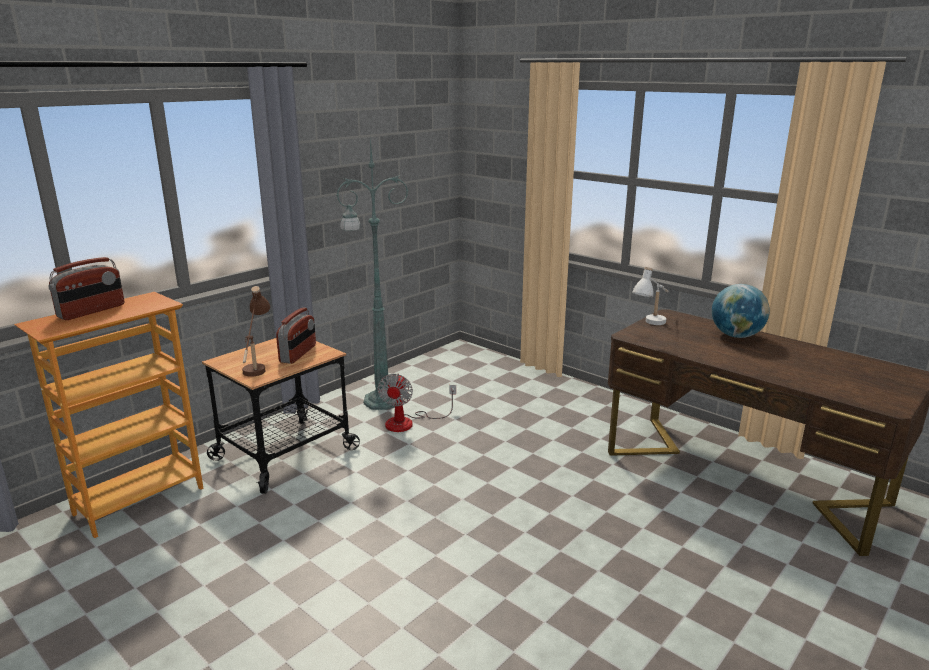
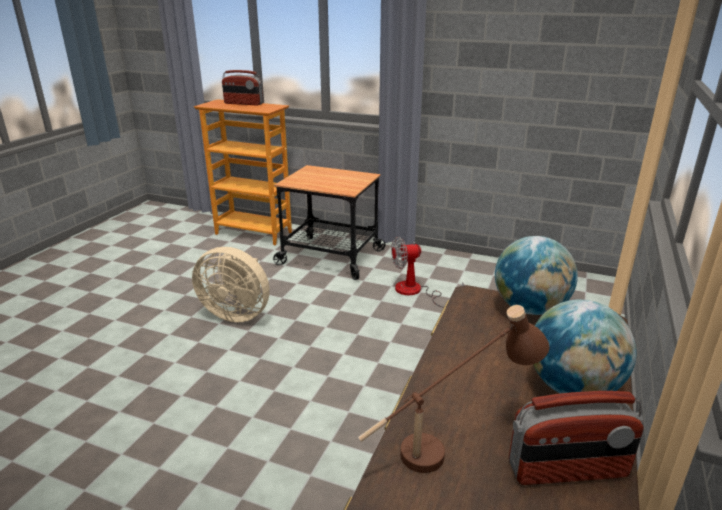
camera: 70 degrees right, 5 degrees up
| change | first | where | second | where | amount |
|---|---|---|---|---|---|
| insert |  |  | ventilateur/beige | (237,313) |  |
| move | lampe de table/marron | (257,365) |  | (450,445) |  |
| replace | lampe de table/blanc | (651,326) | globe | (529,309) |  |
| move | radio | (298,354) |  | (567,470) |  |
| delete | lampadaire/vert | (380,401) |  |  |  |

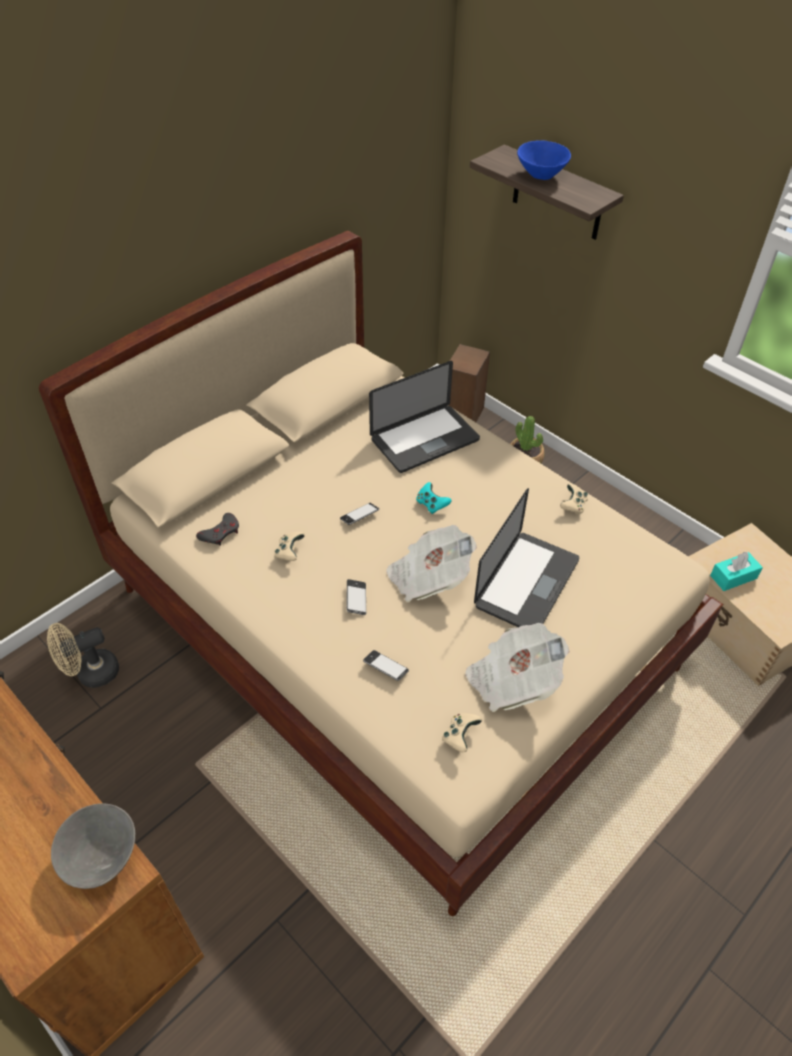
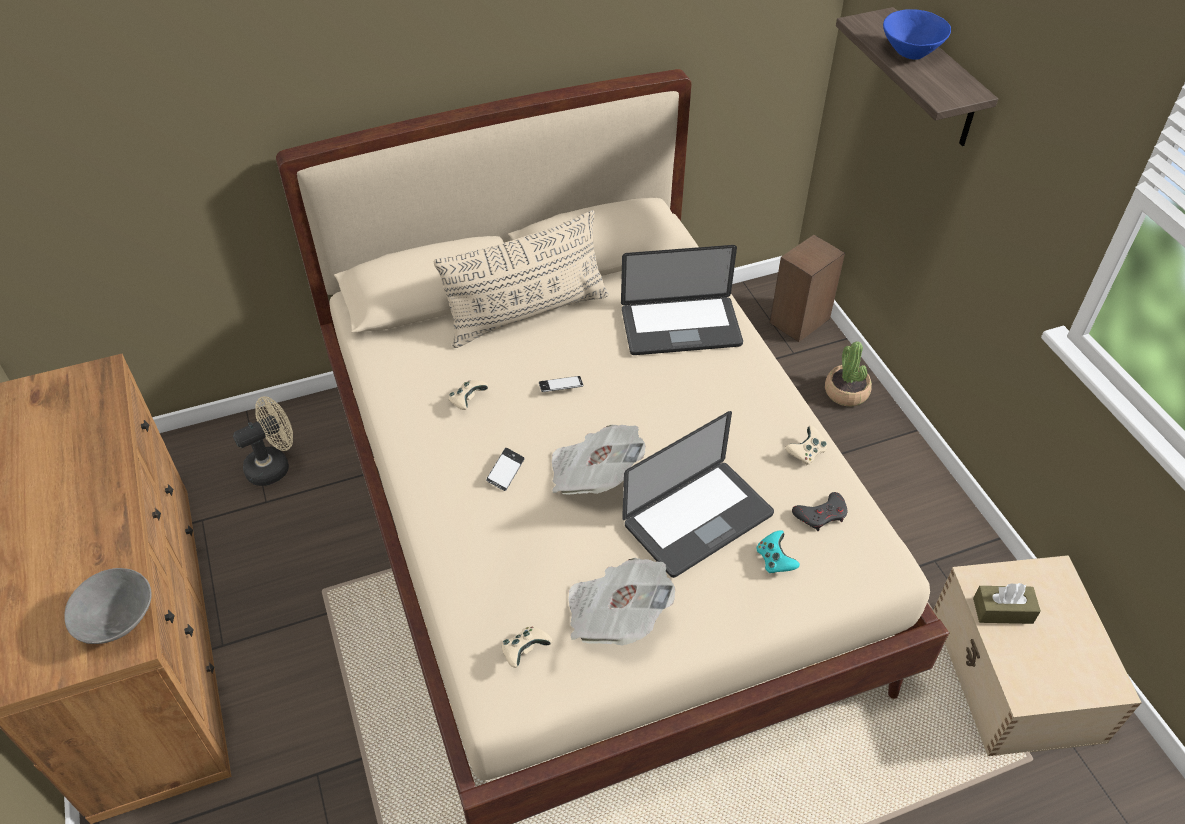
camera: 25 degrees right, 0 degrees up
| change | first | where | second | where | amount |
|---|---|---|---|---|---|
| rotate | ventilateur/beige | (91,674) |  | (274,465) | 150 degrees clockwise |
| insert |  |  | coussin/beige | (527,314) |  |
| move | manette/turquoise | (431,504) |  | (775,560) |  |
| move | manette/gris | (220,533) |  | (821,514) |  |
| recolor | boîte à mouchoirs/turquoise | (733,577) | boîte à mouchoirs/marron | (1002,611) |  |
| delete | téléphone | (385,667) |  |  |  |

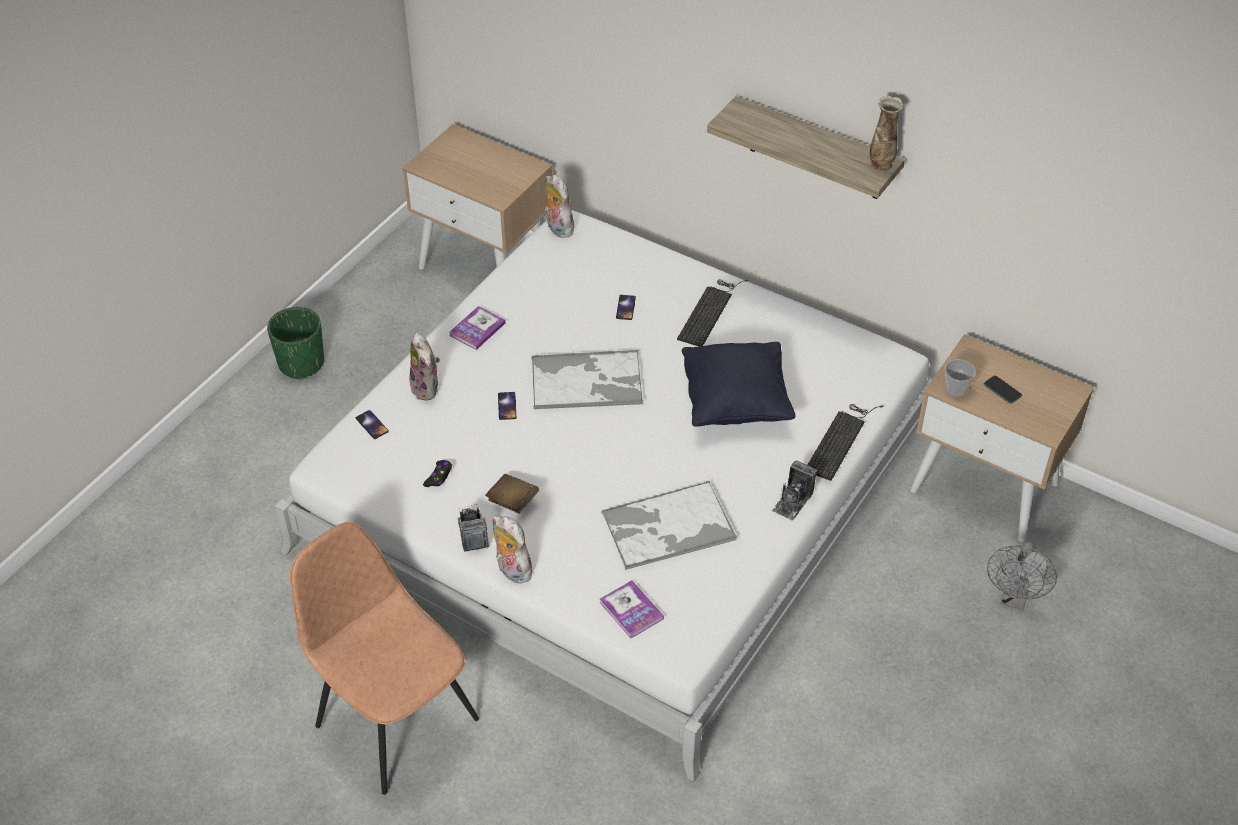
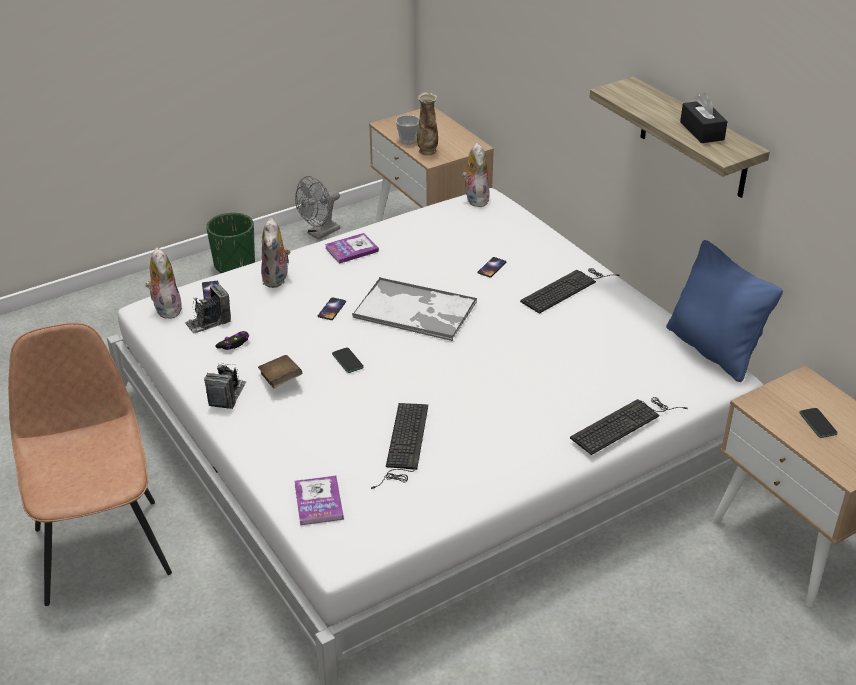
camera: 25 degrees right, 10 degrees down
| change | first | where | second | where | amount |
|---|---|---|---|---|---|
| move | peluche | (511,570) |  | (165,308) |  |
| move | appareil photo | (792,501) |  | (208,322) |  |
| move | ventilateur/gris | (1014,598) |  | (320,233) |  |
| insert |  |  | téléphone | (347,361) |  |
| replace | plateau | (667,527) | clavier | (404,444) |  |
| move | tasse | (956,389) |  | (408,140) |  |
| move | vase | (881,164) |  | (427,151) |  |
| insert |  |  | coussin/bleu | (713,350) |  |
| insert |  |  | boîte à mouchoirs/noir | (701,131) |  |
| delete | coussin/noir | (735,403) |  |  |  |

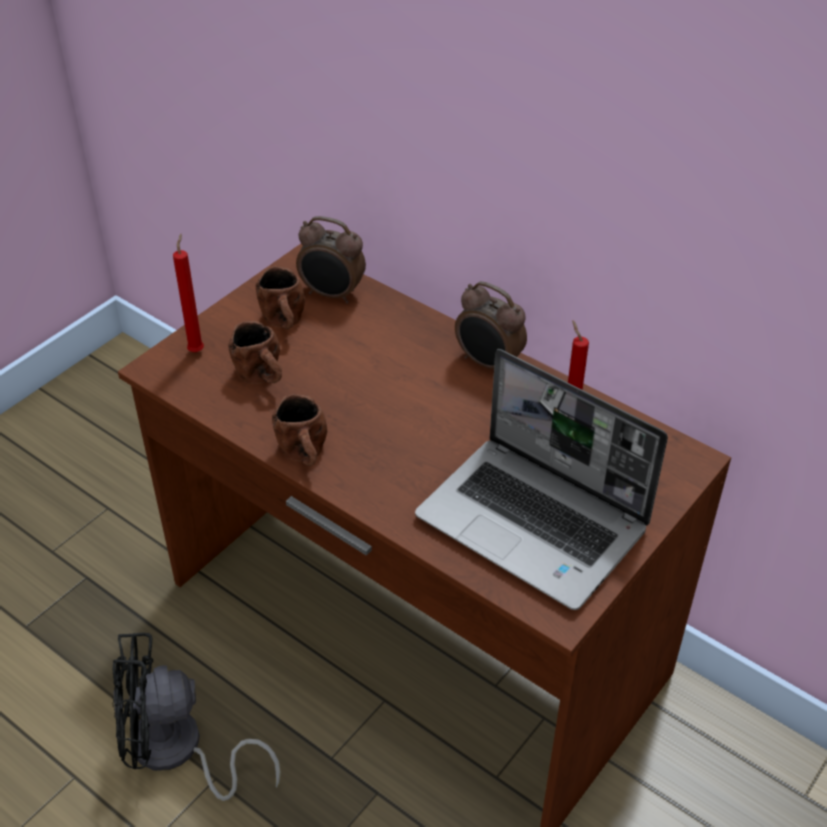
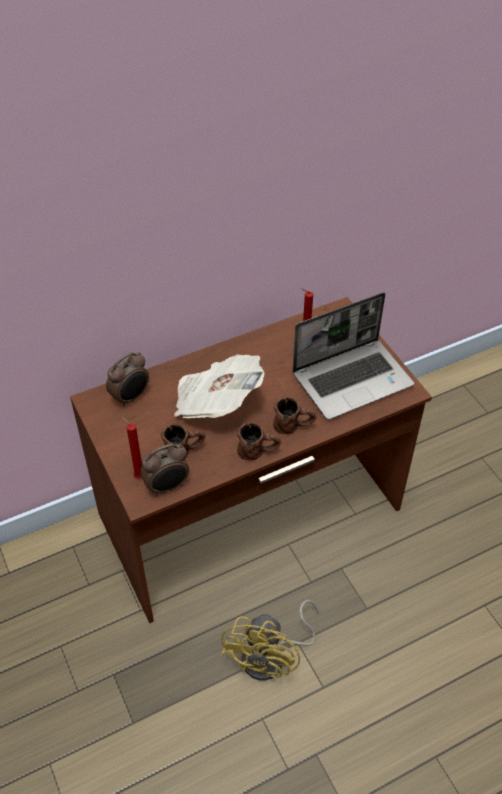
camera: 65 degrees left, 5 degrees up
| change | first | where | second | where | amount |
|---|---|---|---|---|---|
| move | réveil | (488,364) |  | (167,487) |  |
| insert |  |  | journal | (216,402) |  |
| recolor | ventilateur/noir | (177,752) | ventilateur/jaune | (272,657) |  |
| move | mug/marron | (285,324) |  | (294,426) |  |

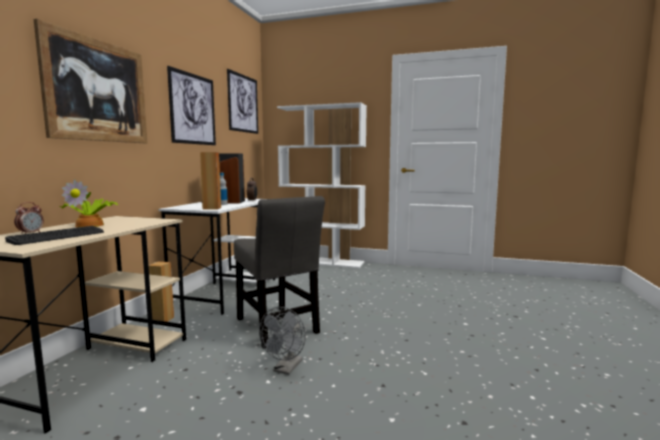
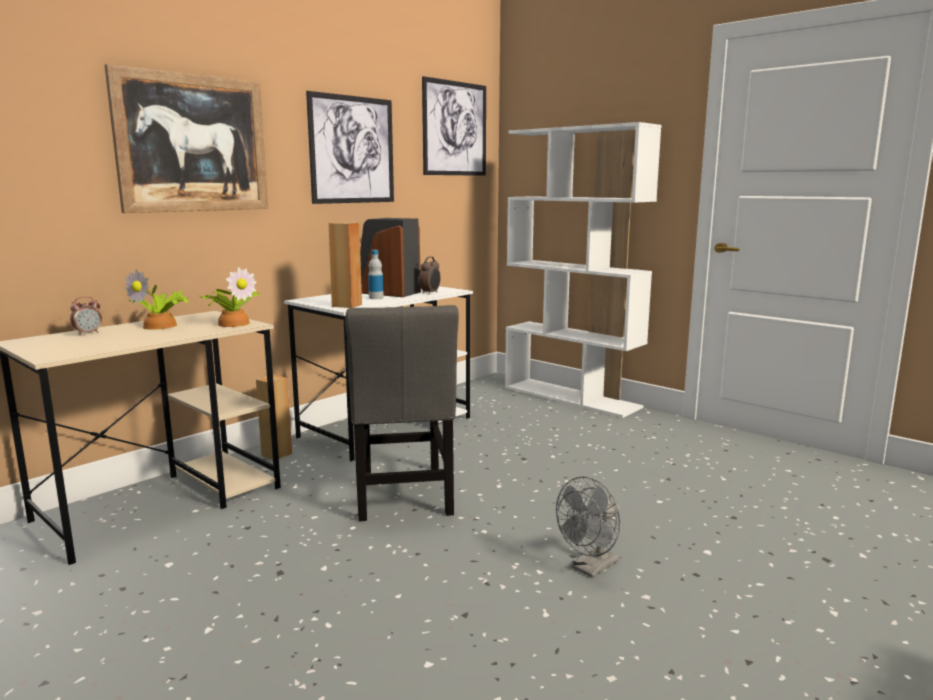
camera: 25 degrees right, 5 degrees up
| change | first | where | second | where | amount |
|---|---|---|---|---|---|
| insert |  |  | plante en pot | (234,323) |  |
| move | ventilateur/gris | (286,369) |  | (590,568) |  |
| delete | clavier | (58,236) |  |  |  |

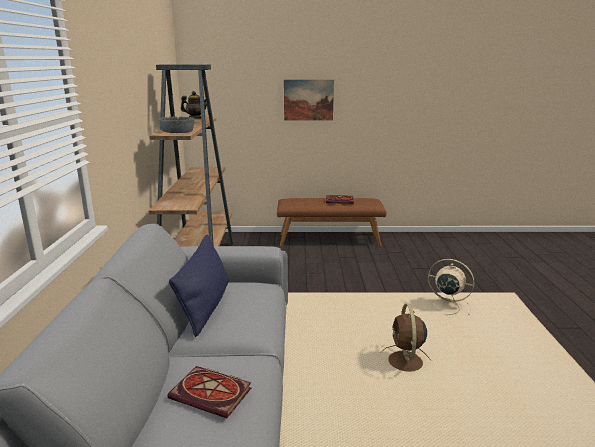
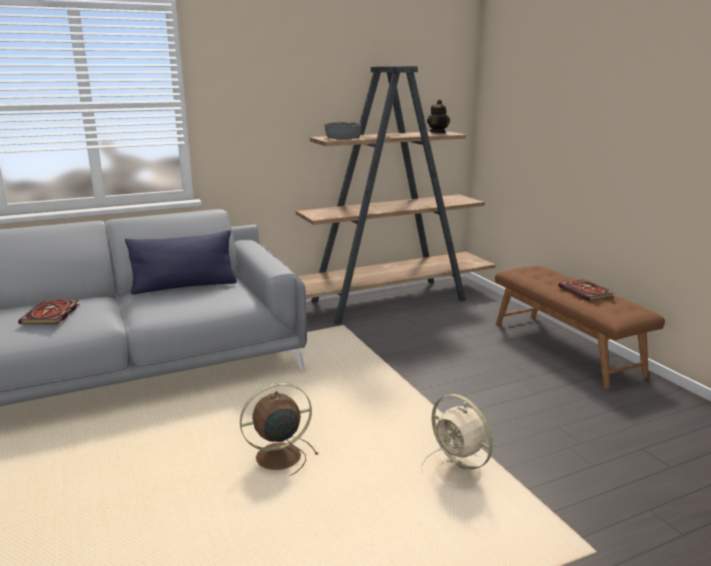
camera: 65 degrees right, 0 degrees up
| change | first | where | second | where | amount |
|---|---|---|---|---|---|
| rotate | ventilateur/beige | (445,305) |  | (460,473) | 135 degrees clockwise |
| delete | tableau | (308,100) |  |  |  |

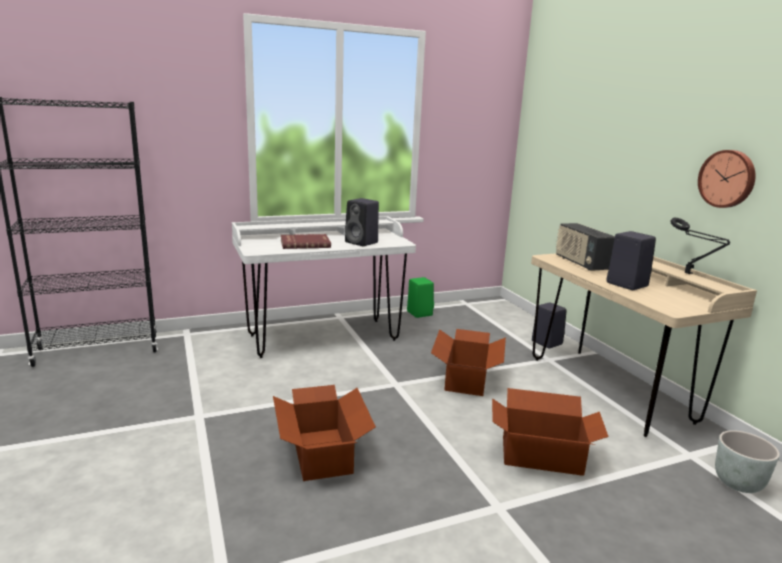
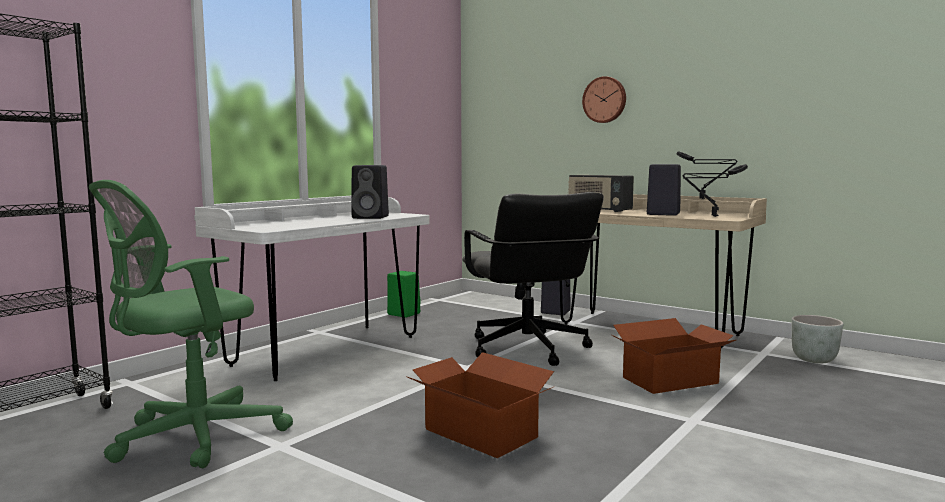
camera: 30 degrees left, 10 degrees down
| change | first | where | second | where | amount |
|---|---|---|---|---|---|
| insert |  |  | chaise de bureau/vert | (191,437) |  |
| replace | carton | (465,379) | chaise de bureau/noir | (527,349) |  |
| move | horloge murale | (727,179) |  | (605,100) |  |
| insert |  |  | lampe de table/noir | (712,216) |  |
| delete | livre/rouge | (305,243) |  |  |  |

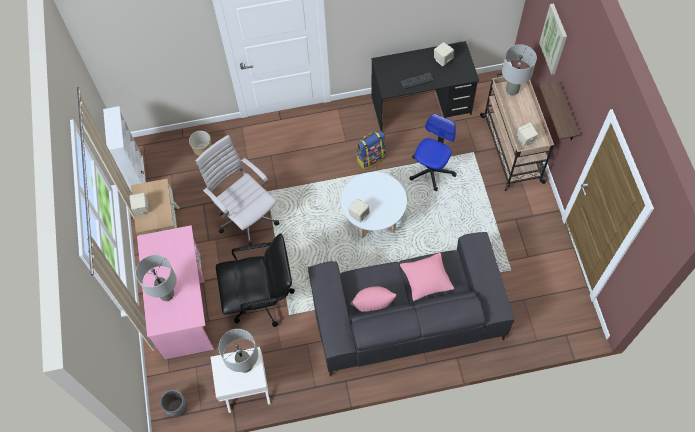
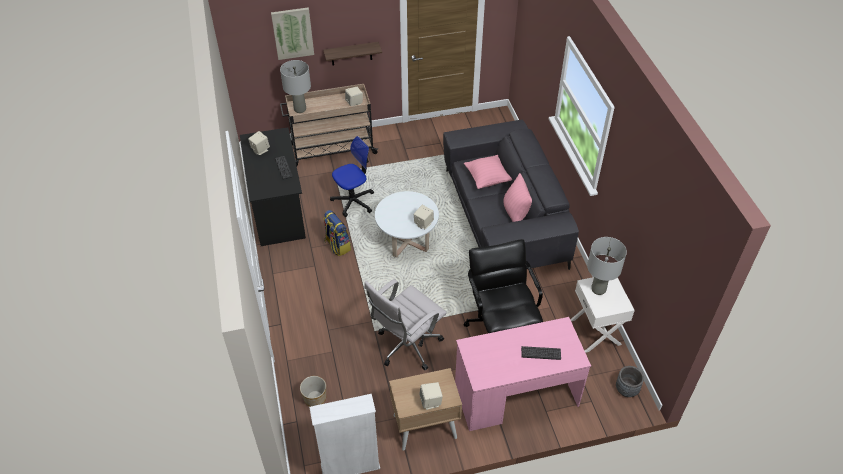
camera: 95 degrees left, 15 degrees down
| change | first | where | second | where | amount |
|---|---|---|---|---|---|
| rotate | chaise de bureau | (431,171) |  | (353,201) | 120 degrees clockwise |
| replace | lampe de table/gris | (166,294) | clavier | (541,353) |  |

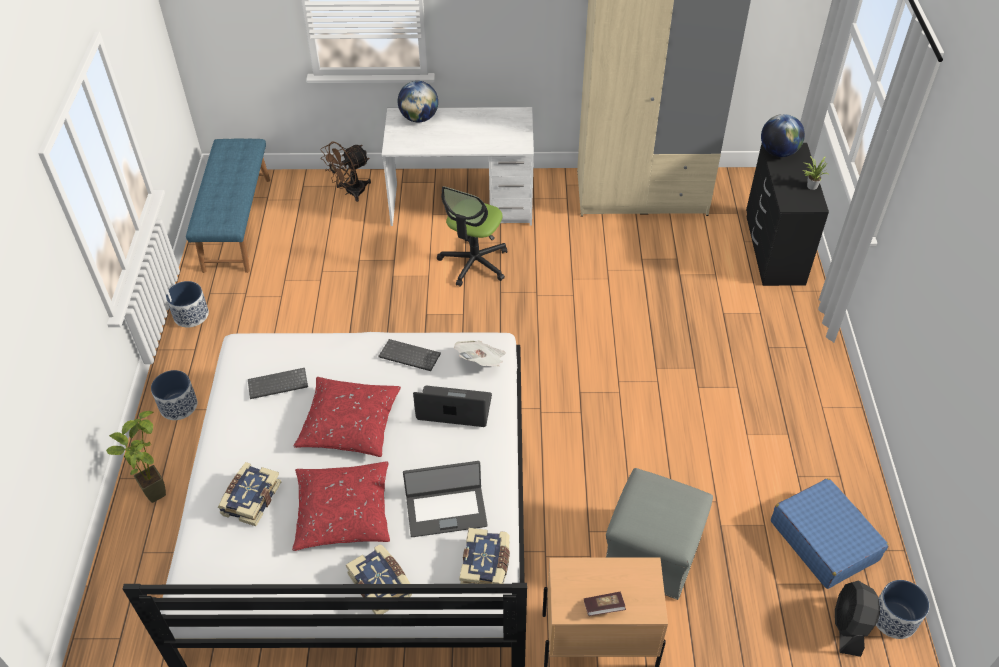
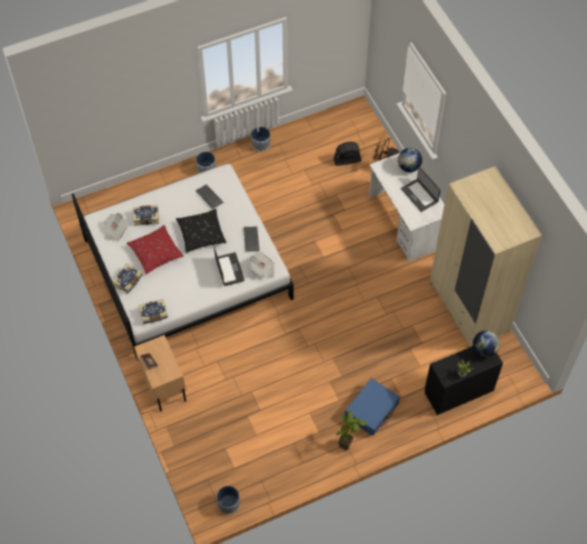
camera: 65 degrees right, 10 degrees up
| change | first | where | second | where | amount |
|---|---|---|---|---|---|
| insert |  |  | journal | (115,231) |  |
| recolor | coussin/rouge | (350,424) | coussin/noir | (201,234) |  |
| move | ventilateur/noir | (849,626) |  | (347,160) |  |
| move | plante en pot | (155,487) |  | (348,442) |  |
| move | valise/bleu | (824,540) |  | (372,410) |  |
| move | ordinateur portable | (446,510) |  | (419,195) |  |
| delete | banc/bleu | (236,223) |  |  |  |
| delete | chaise de bureau | (474,263) |  |  |  |
| delete | pouf/gris | (652,554) |  |  |  |

